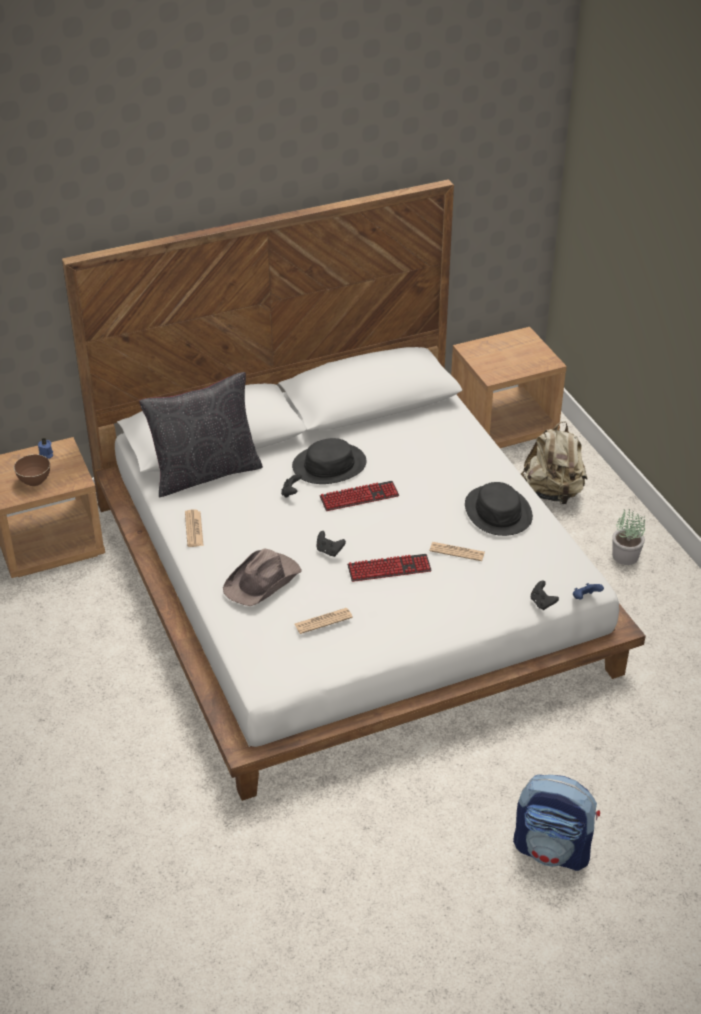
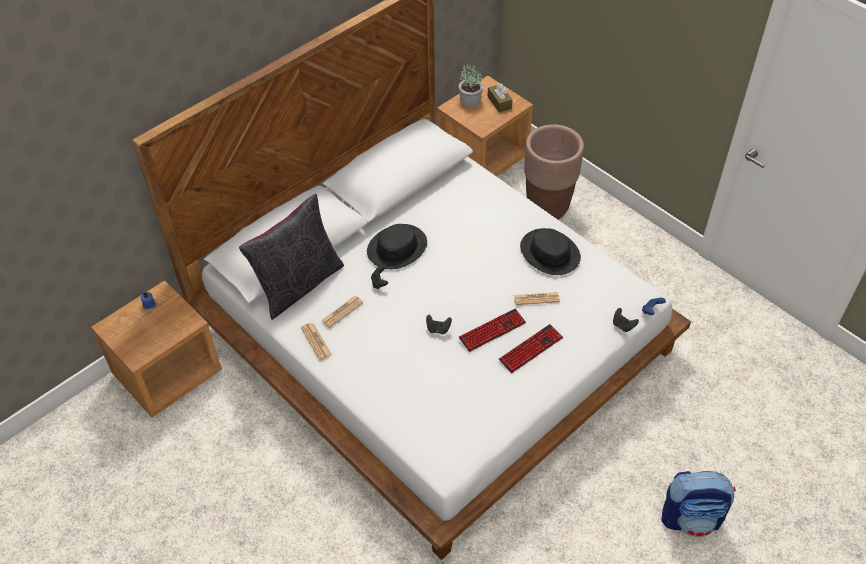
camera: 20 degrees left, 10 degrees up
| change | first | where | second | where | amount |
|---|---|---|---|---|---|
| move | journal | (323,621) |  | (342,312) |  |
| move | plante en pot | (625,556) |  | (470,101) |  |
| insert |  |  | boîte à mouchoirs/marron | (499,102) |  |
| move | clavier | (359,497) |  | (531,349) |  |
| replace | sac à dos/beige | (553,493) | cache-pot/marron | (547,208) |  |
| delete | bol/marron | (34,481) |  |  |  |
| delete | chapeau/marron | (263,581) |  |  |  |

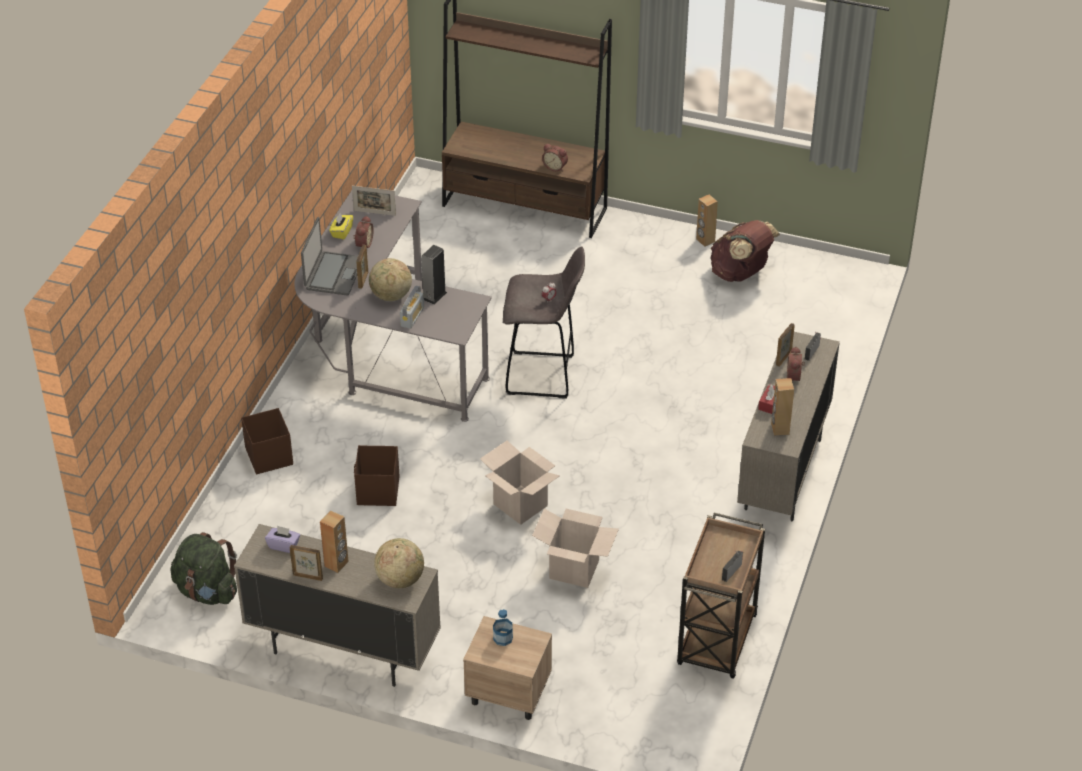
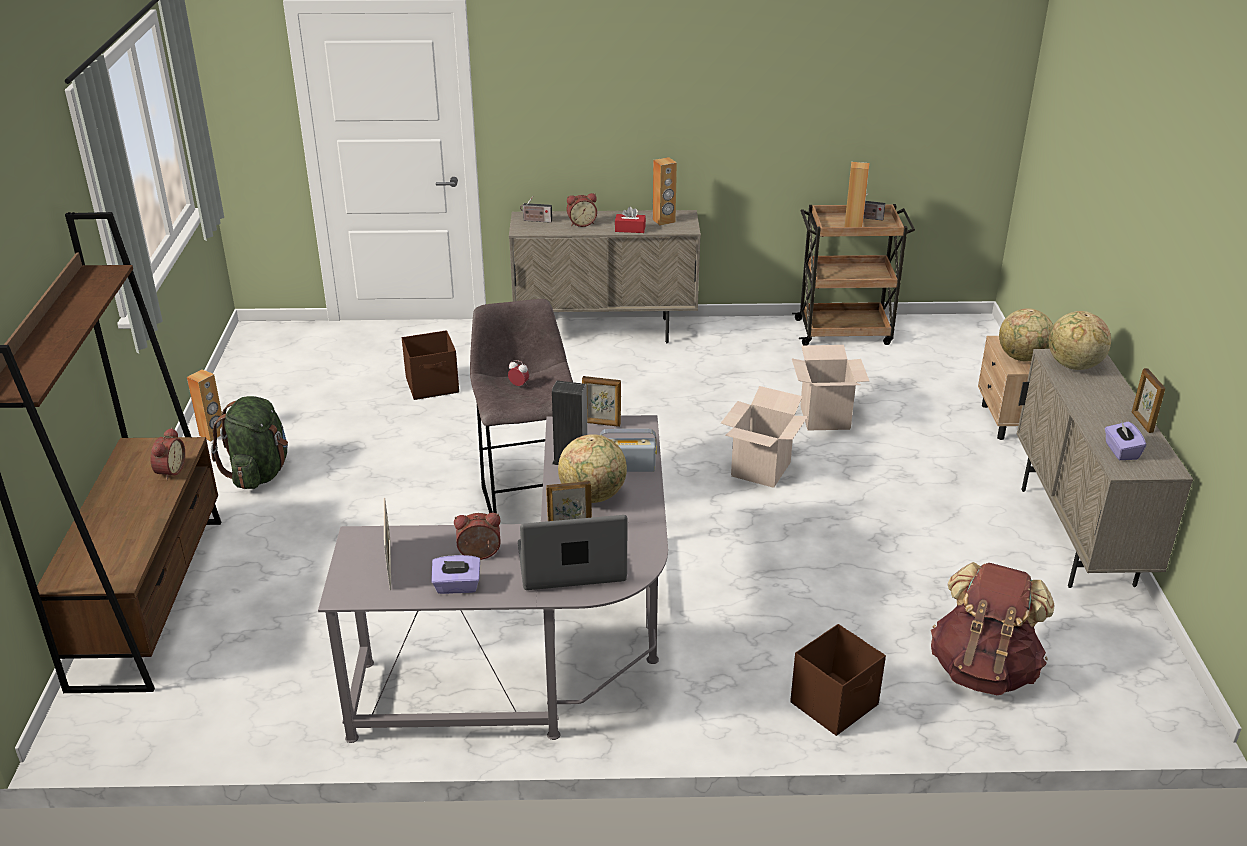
camera: 110 degrees left, 10 degrees down
| change | first | where | second | where | amount |
|---|---|---|---|---|---|
| move | sac à dos/vert | (207,592) |  | (259,473) |  |
| move | boîte de rangement/marron | (377,491) |  | (433,386) |  |
| recolor | boîte à mouchoirs/jaune | (341,232) | boîte à mouchoirs/violet | (457,586) |  |
| move | cadre photo | (783,358) |  | (601,423) |  |
| move | enceinte/marron | (336,564) |  | (853,225) |  |
| move | sac à dos/marron | (740,273) |  | (983,670) |  |
| replace | bouteille | (503,638) | globe | (1022,358) |  |

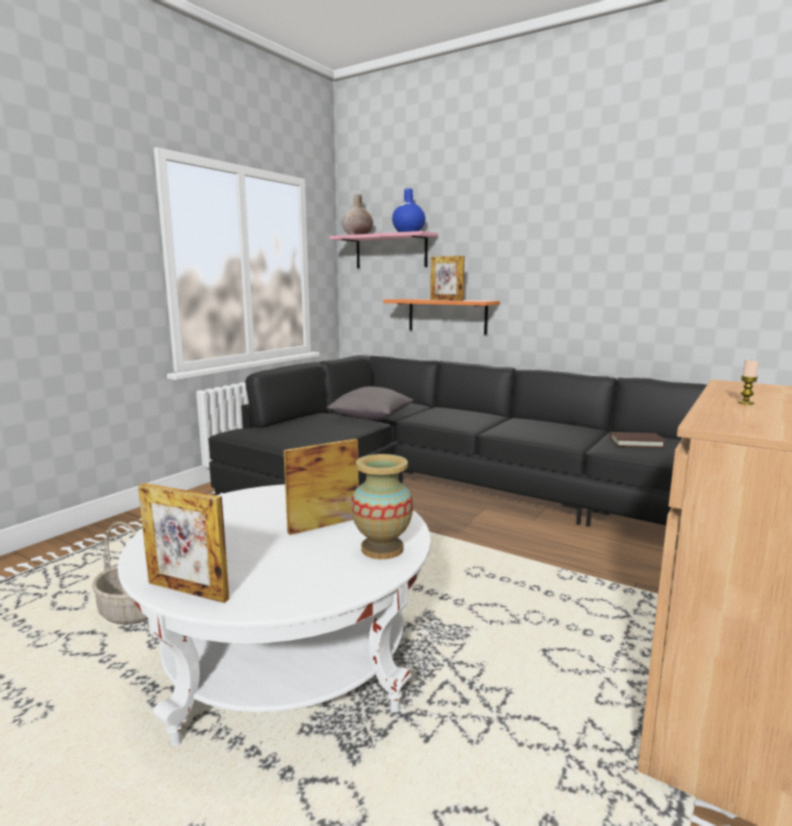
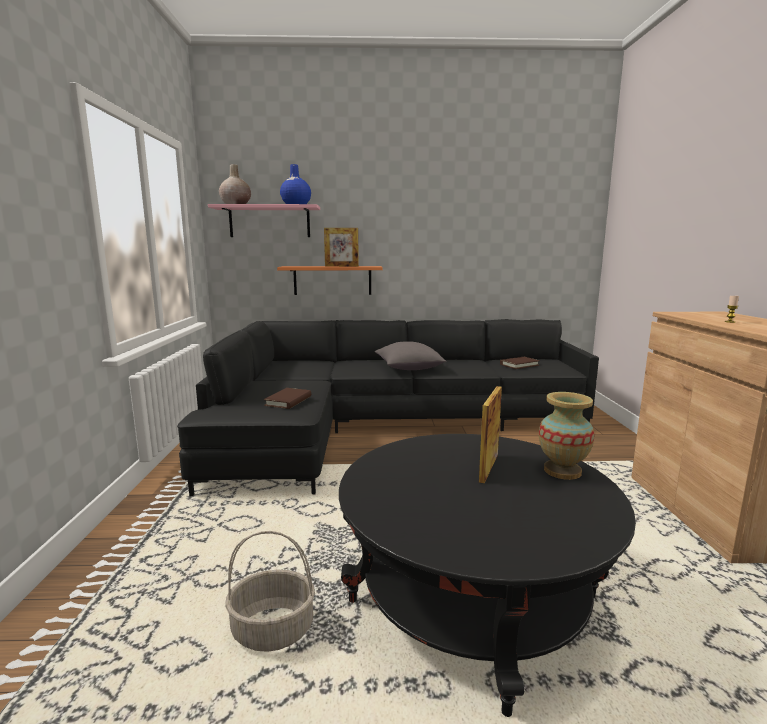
camera: 35 degrees left, 0 degrees up
| change | first | where | second | where | amount |
|---|---|---|---|---|---|
| insert |  |  | livre/marron | (288,401) |  |
| recolor | table basse/blanc | (288,658) | table basse/noir | (473,599) |  |
| move | coussin/gris | (371,417) |  | (408,368) |  |
| delete | cadre photo | (188,590) |  |  |  |

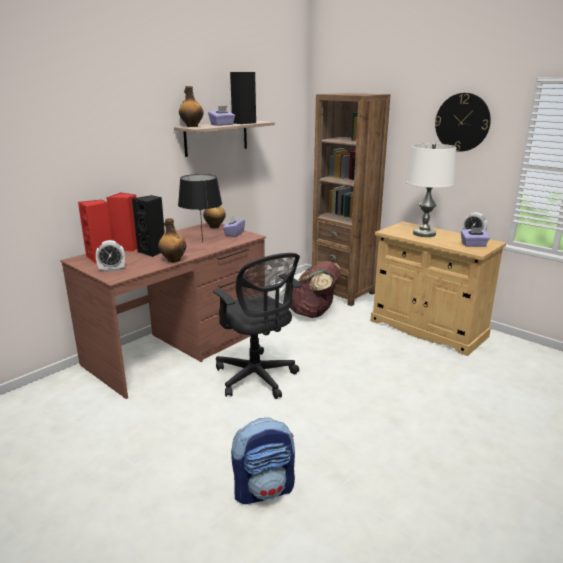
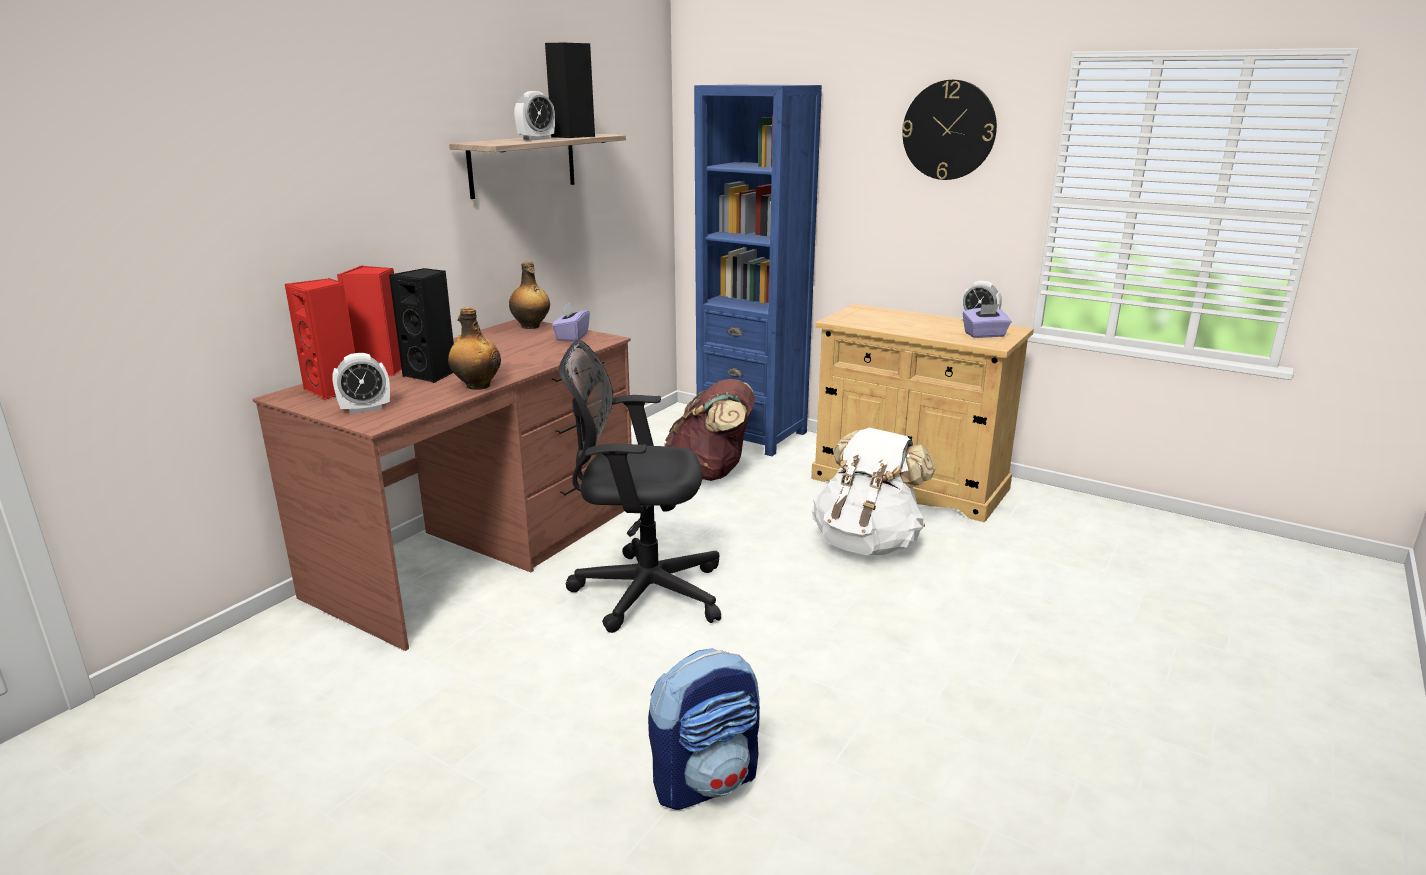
camera: 10 degrees left, 0 degrees up
| change | first | where | second | where | amount |
|---|---|---|---|---|---|
| replace | boîte à mouchoirs/violet | (222,125) | réveil | (536,139) |  |
| rotate | chaise de bureau/noir | (257,378) |  | (641,591) | 135 degrees clockwise |
| recolor | bibliothèque/marron | (343,292) | bibliothèque/bleu | (752,435) |  |
| insert |  |  | sac à dos/blanc | (867,542) |  |
| delete | lampe de table/noir | (202,242) |  |  |  |
| delete | bouteille | (191,126) |  |  |  |
| delete | lampe de table/blanc | (424,233) |  |  |  |

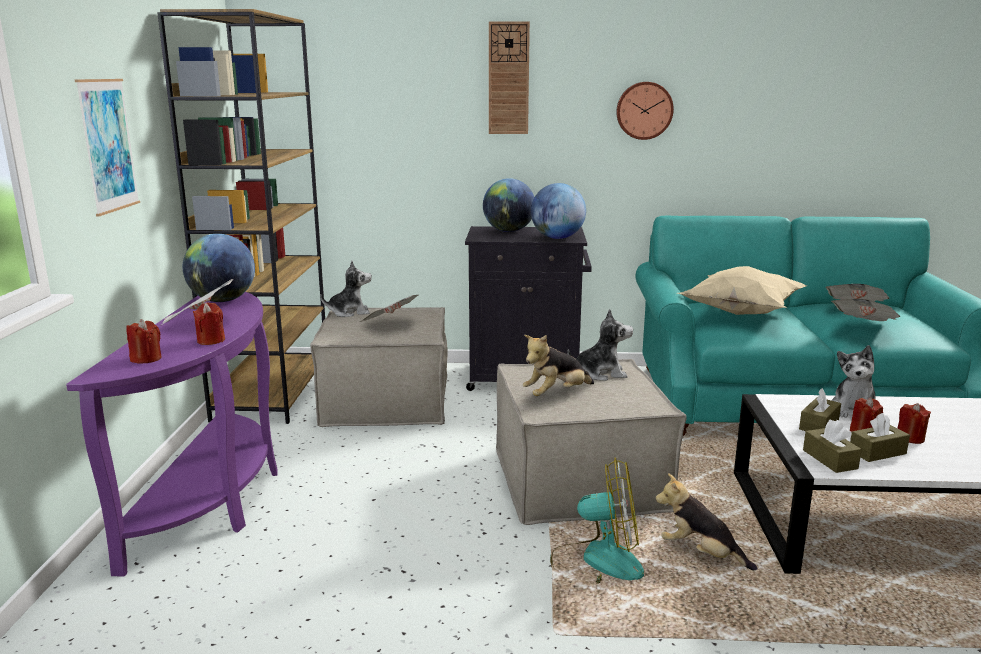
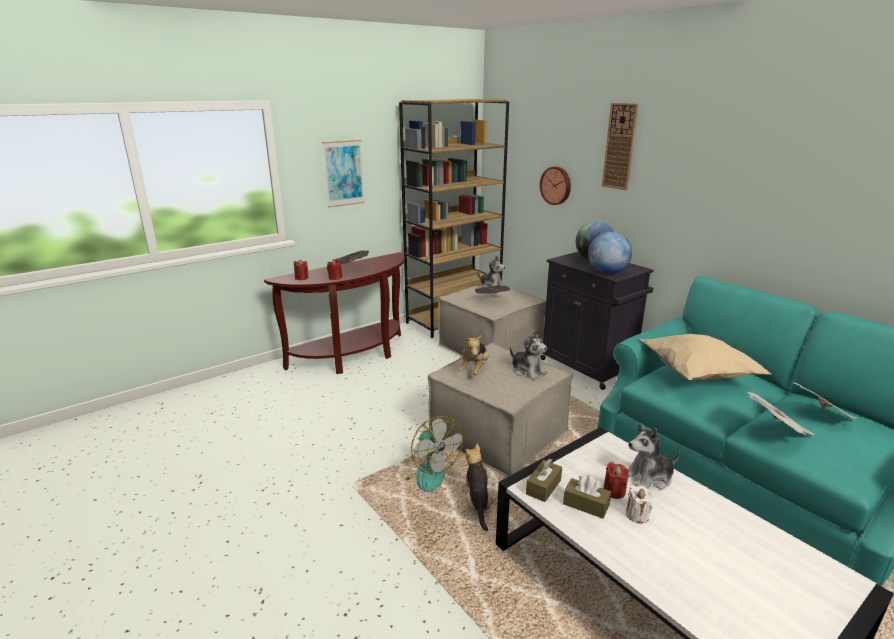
camera: 50 degrees right, 5 degrees up
| change | first | where | second | where | amount |
|---|---|---|---|---|---|
| recolor | table console/violet | (214,498) | table console/marron | (353,356) |  |
| rotate | peluche | (556,394) |  | (474,370) | 90 degrees counterclockwise |
| move | horloge murale | (644,110) |  | (556,185) |  |
| recolor | bougie/rouge | (910,438) | bougie/blanc | (637,515) |  |
| delete | globe | (222,300) |  |  |  |
| delete | boîte à mouchoirs/marron | (819,425) |  |  |  |

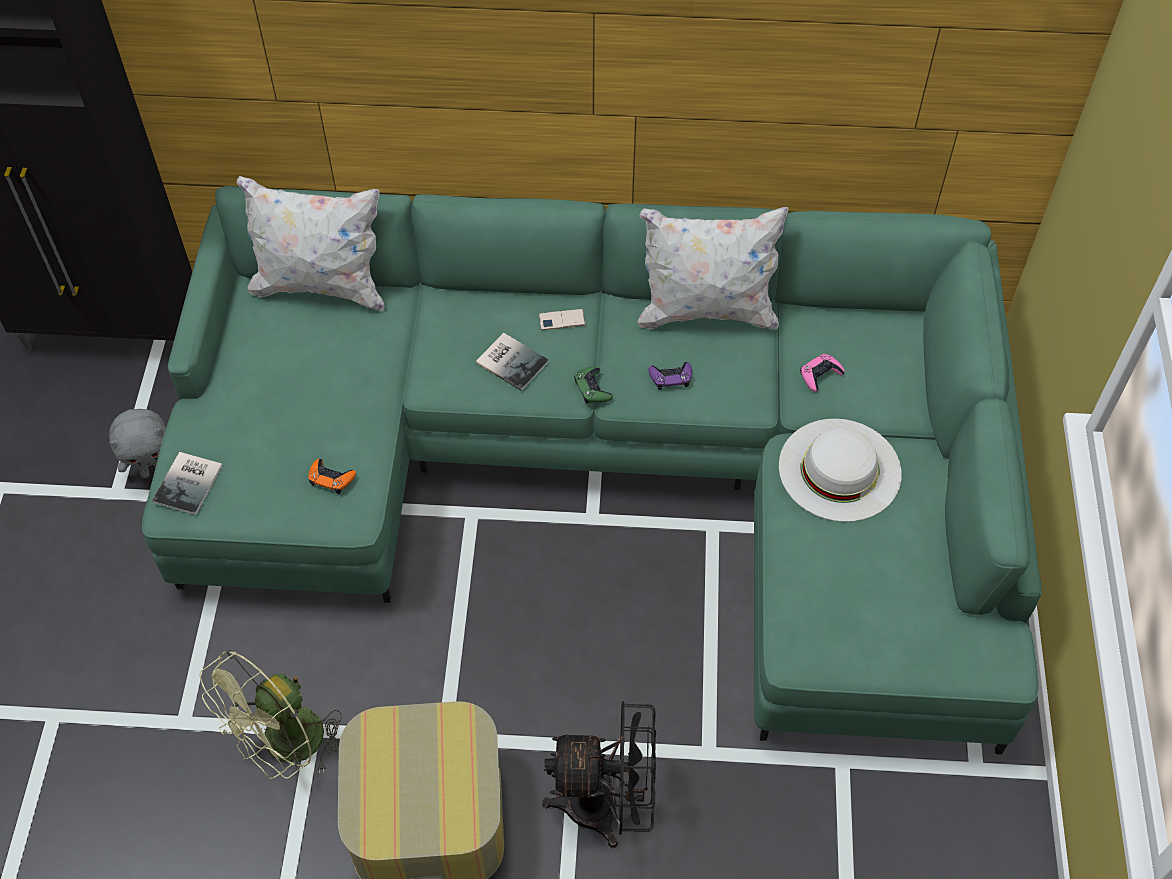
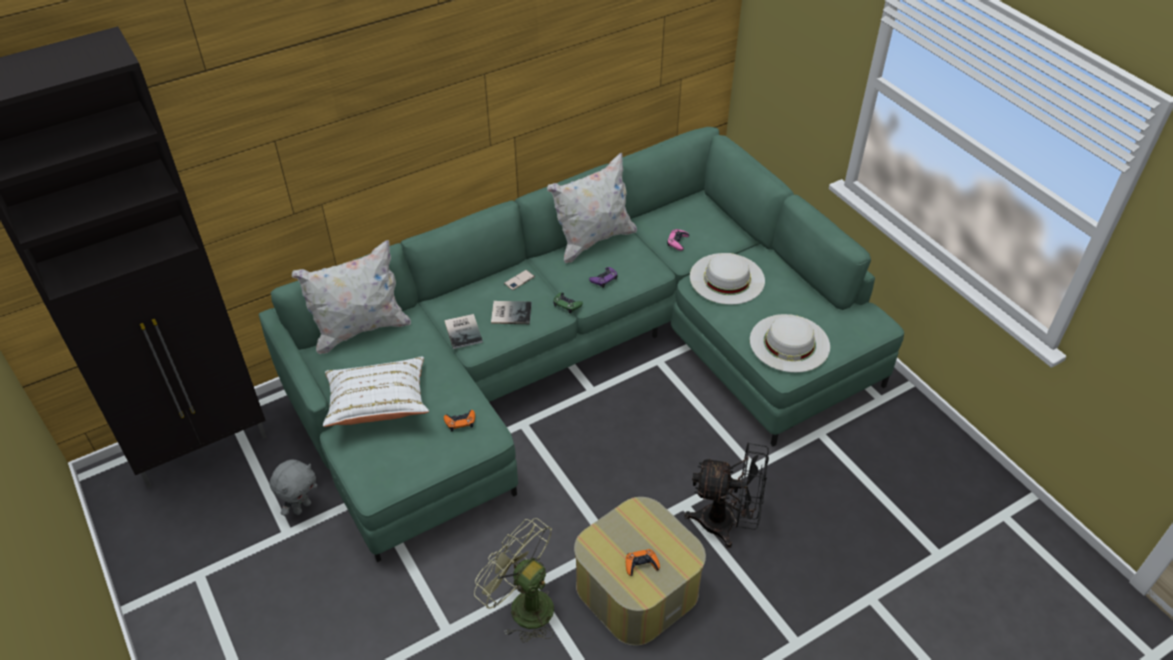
camera: 35 degrees left, 10 degrees down
| change | first | where | second | where | amount |
|---|---|---|---|---|---|
| insert |  |  | coussin/blanc | (378,405) |  |
| move | livre | (190,483) |  | (464,331) |  |
| rotate | ventilateur/vert | (285,747) |  | (522,605) | 120 degrees clockwise |
| insert |  |  | manette/orange | (641,564) |  |
| rotate | ventilateur/noir | (607,806) |  | (727,523) | 45 degrees clockwise |
| insert |  |  | chapeau/blanc | (789,343) |  |

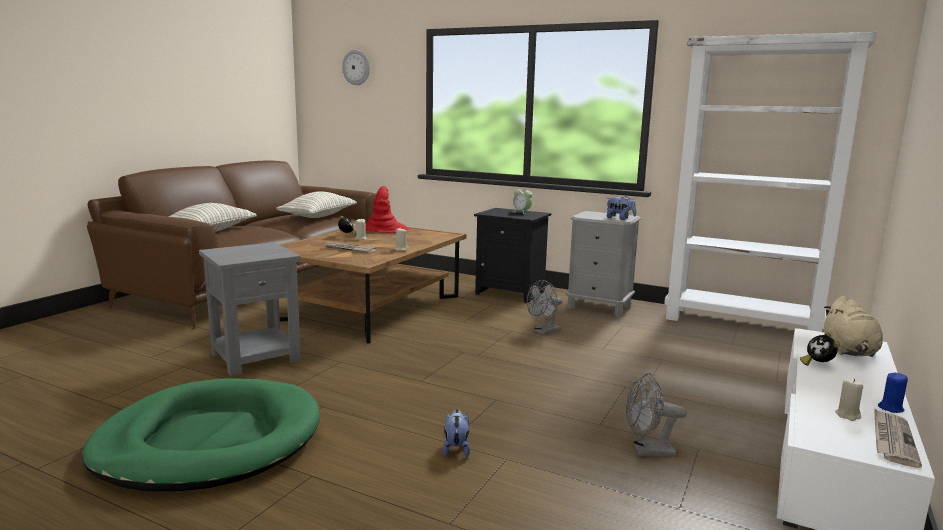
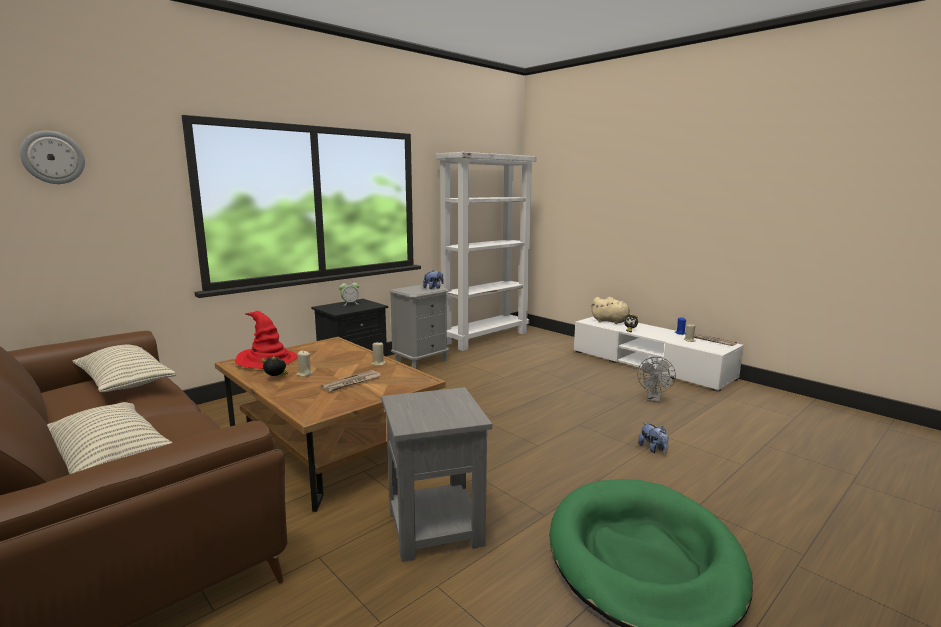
camera: 70 degrees left, 0 degrees up
| change | first | where | second | where | amount |
|---|---|---|---|---|---|
| rotate | peluche | (456,449) |  | (653,449) | 135 degrees counterclockwise |
| delete | ventilateur/gris | (544,332) |  |  |  |

